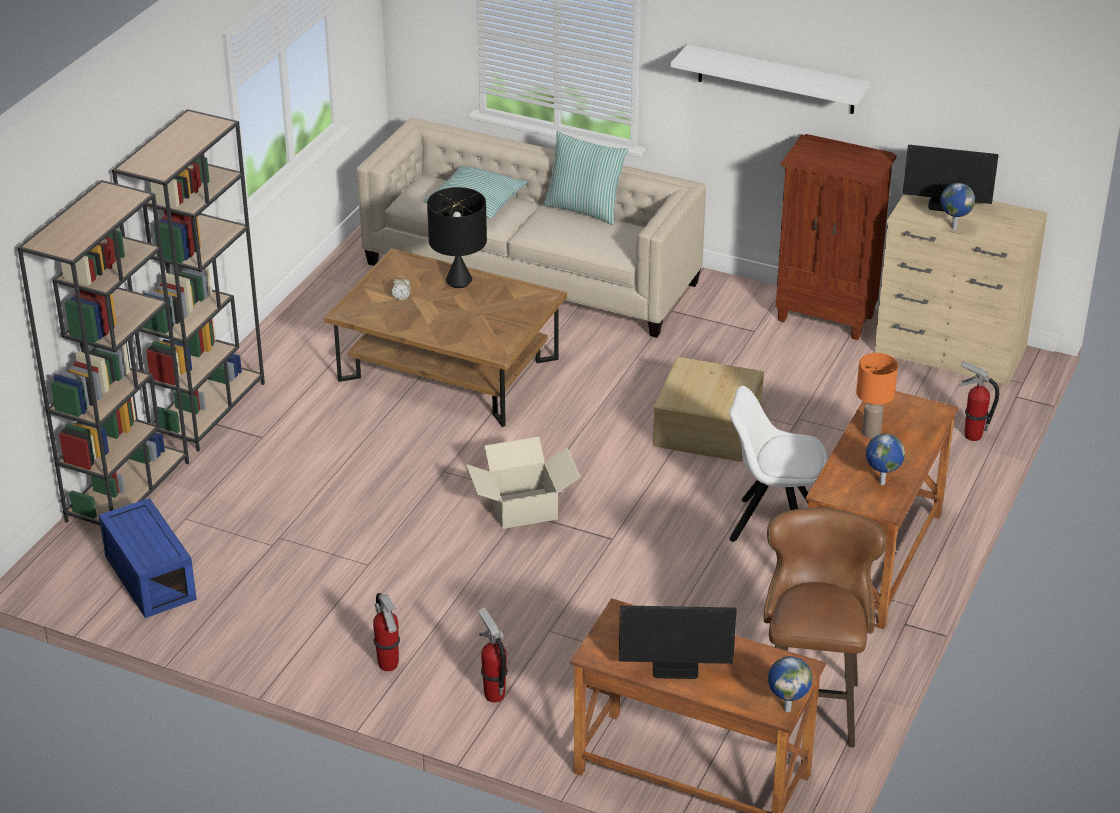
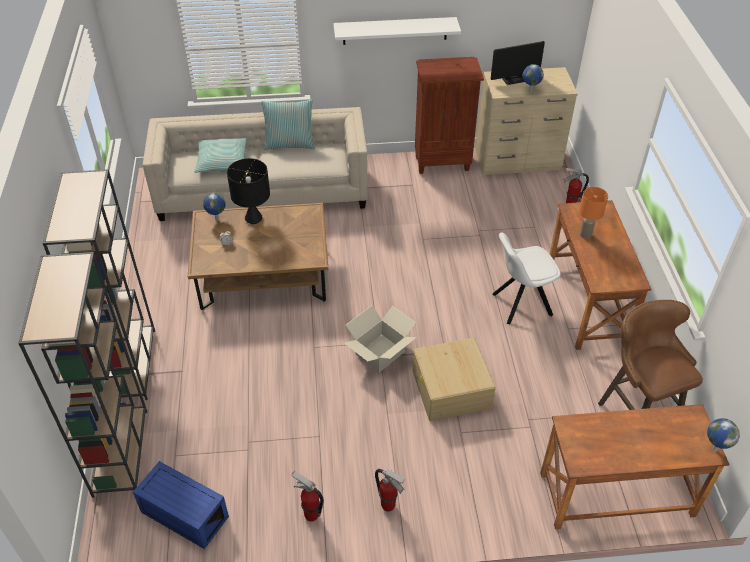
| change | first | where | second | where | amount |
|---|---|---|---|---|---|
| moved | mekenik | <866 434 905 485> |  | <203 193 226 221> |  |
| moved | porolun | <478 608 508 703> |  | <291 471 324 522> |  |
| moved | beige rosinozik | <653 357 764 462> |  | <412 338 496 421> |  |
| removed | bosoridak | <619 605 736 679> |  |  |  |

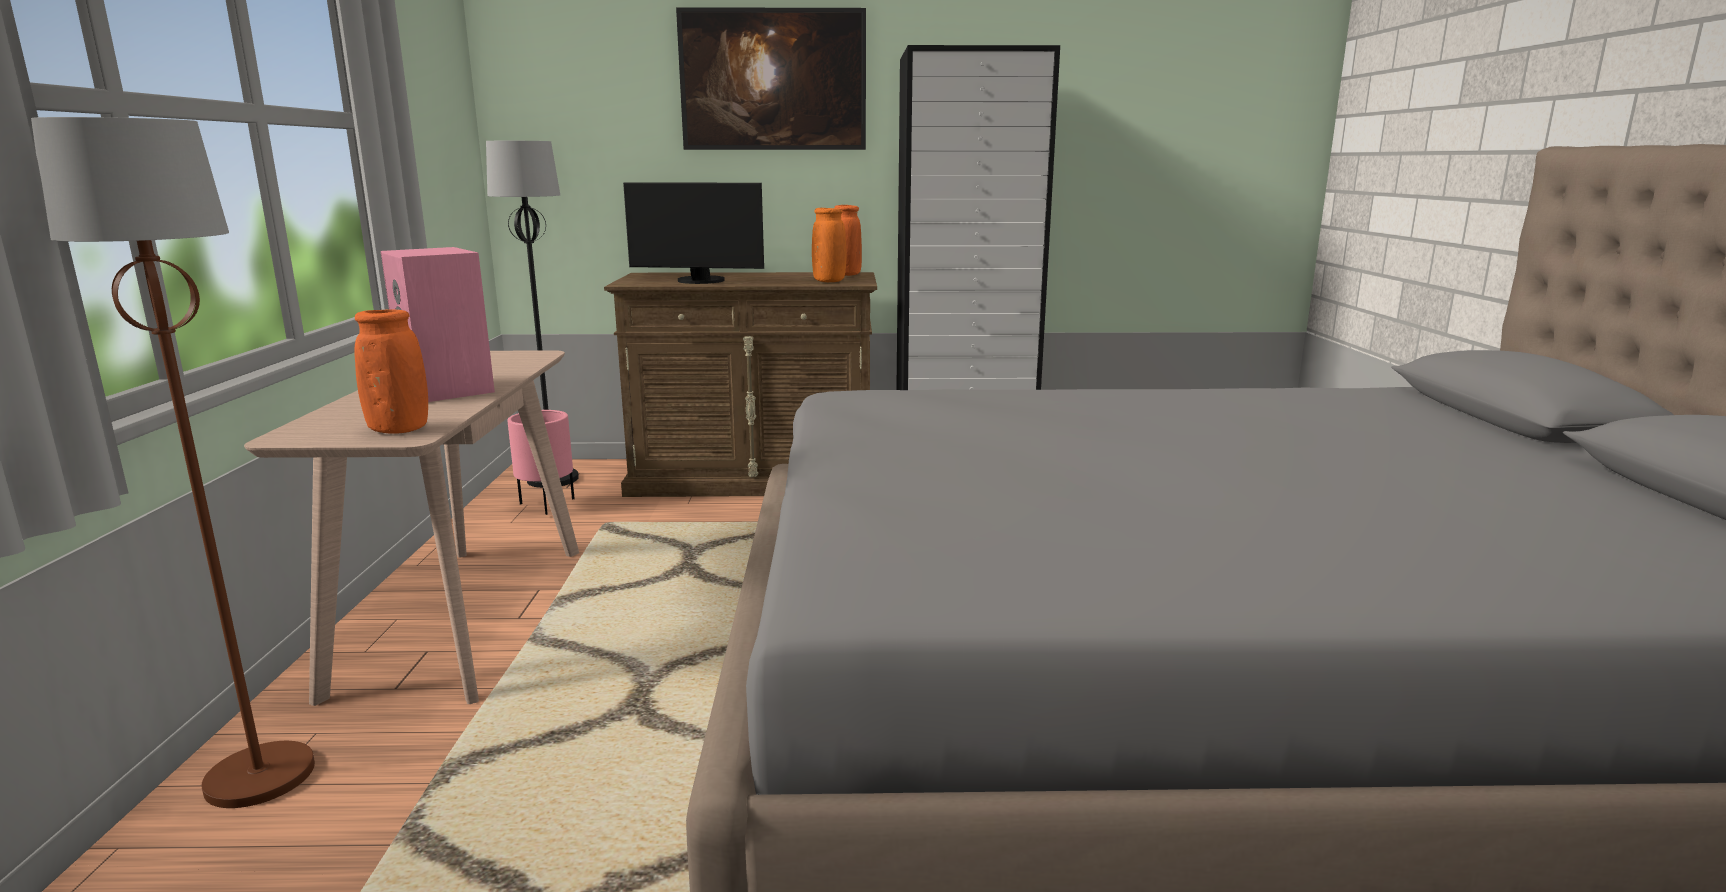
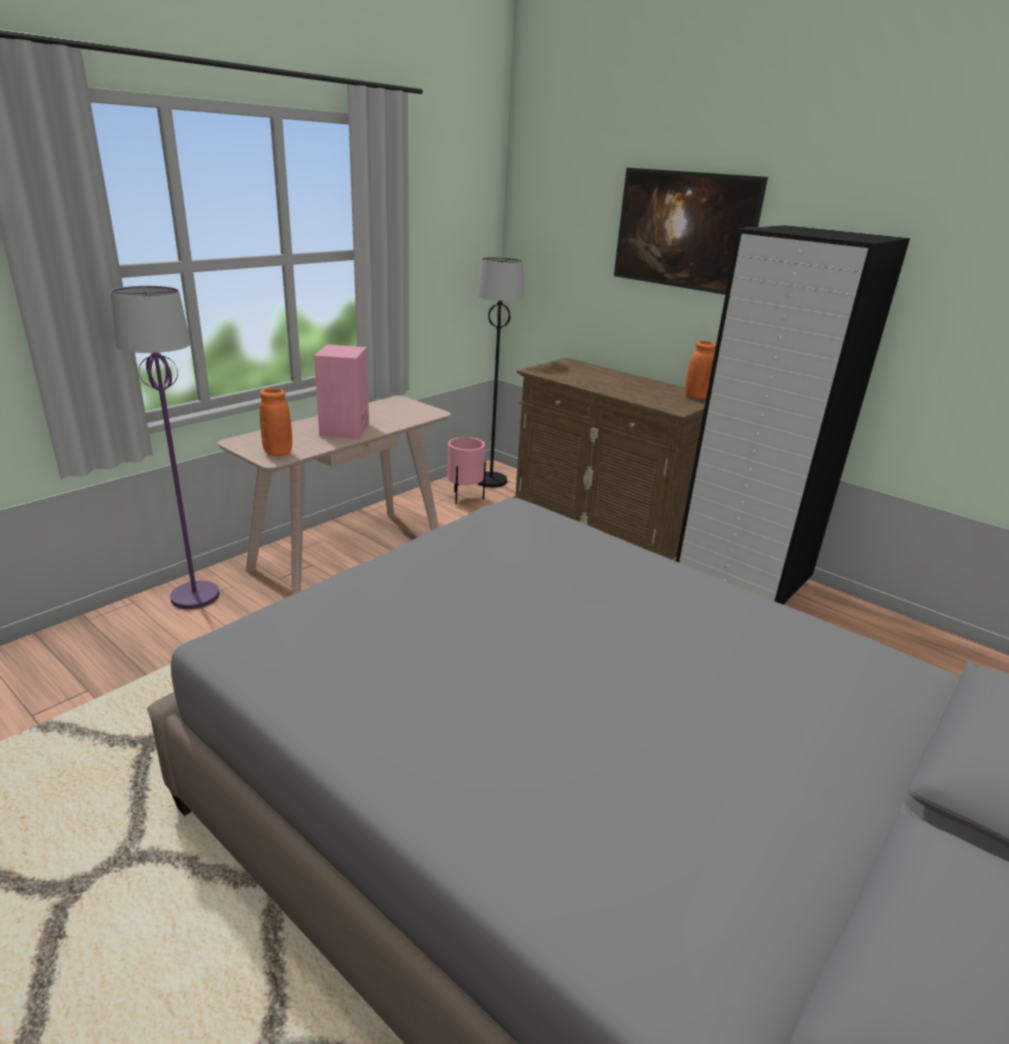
| change | first | where | second | where | amount |
|---|---|---|---|---|---|
| recoloured | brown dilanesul | <31 117 315 808> | purple dilanesul | <110 286 219 609> |  |
| removed | bosoridak | <623 182 764 284> |  |  |  |
| removed | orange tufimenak | <812 208 846 282> |  |  |  |

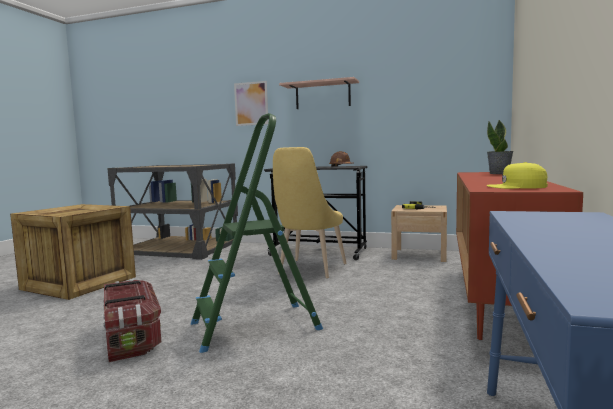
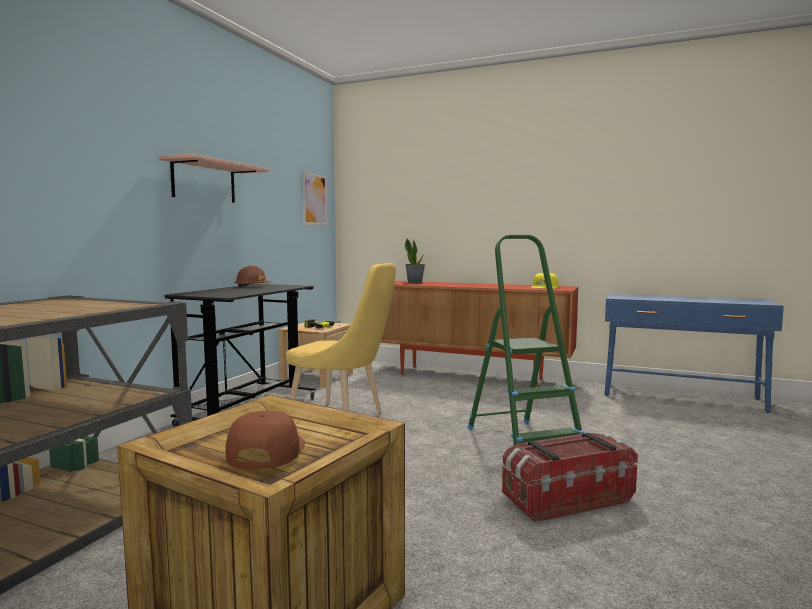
| change | first | where | second | where | amount |
|---|---|---|---|---|---|
| added |  |  | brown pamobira | <226 411 305 469> |  |
| moved | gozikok | <234 81 268 126> |  | <302 172 327 225> |  |

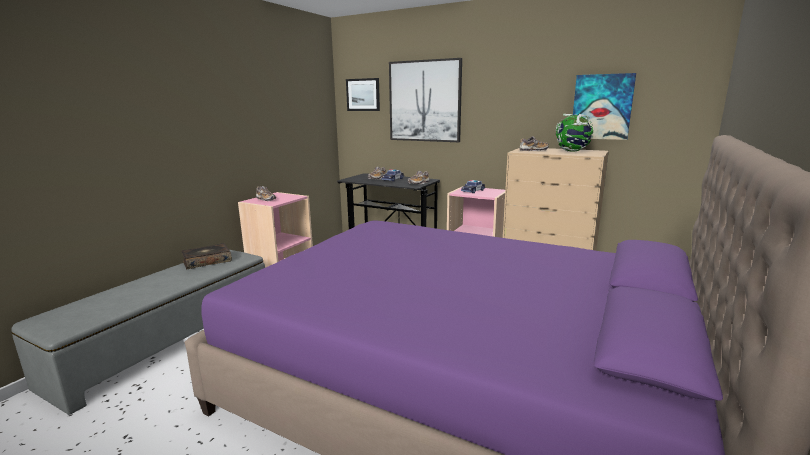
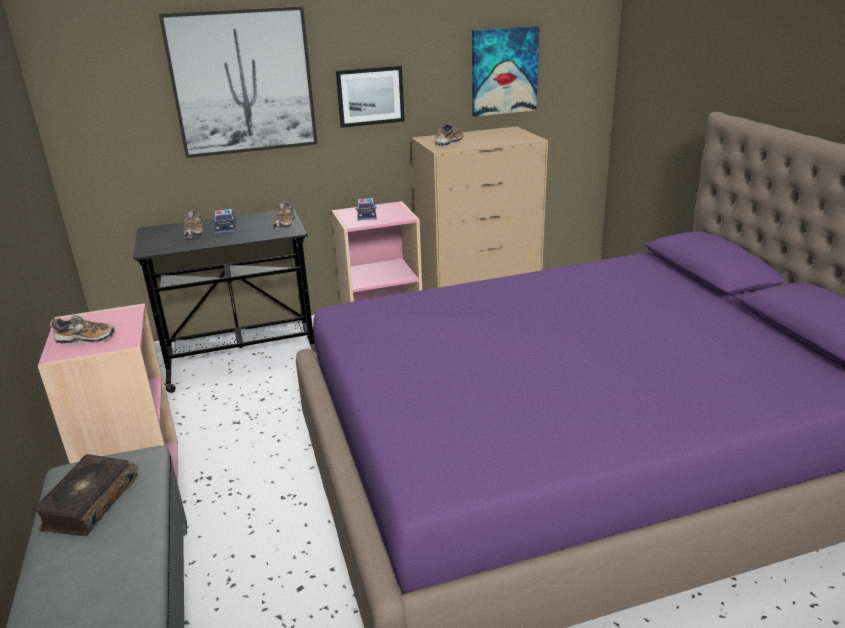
| change | first | where | second | where | amount |
|---|---|---|---|---|---|
| moved | gozikok | <346 78 380 111> |  | <336 66 405 128> |  |
| removed | mekenik | <556 114 593 152> |  |  |  |

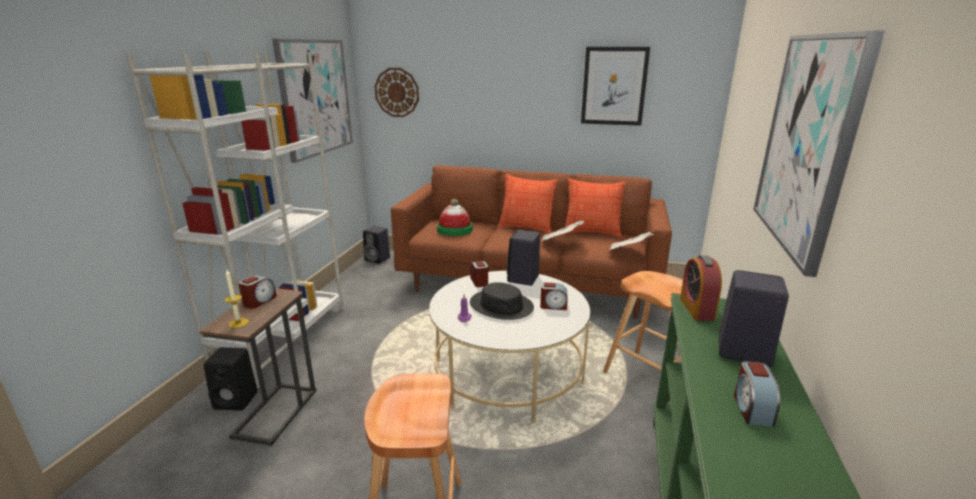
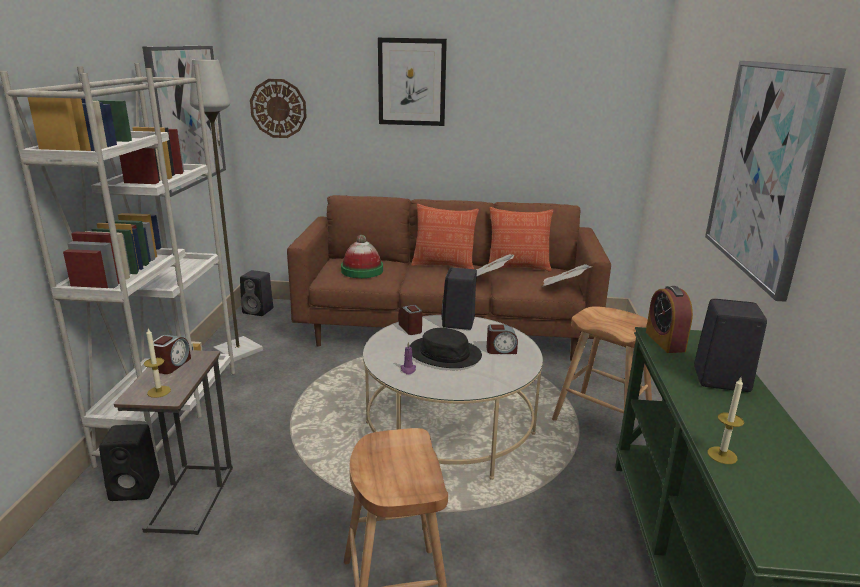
| change | first | where | second | where | amount |
|---|---|---|---|---|---|
| added |  |  | grey dilanesul | <190 59 263 362> |  |
| moved | gozikok | <581 47 650 126> |  | <378 38 447 126> |  |
| added |  |  | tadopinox | <707 378 744 464> |  |
| removed | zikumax | <734 361 781 427> |  |  |  |

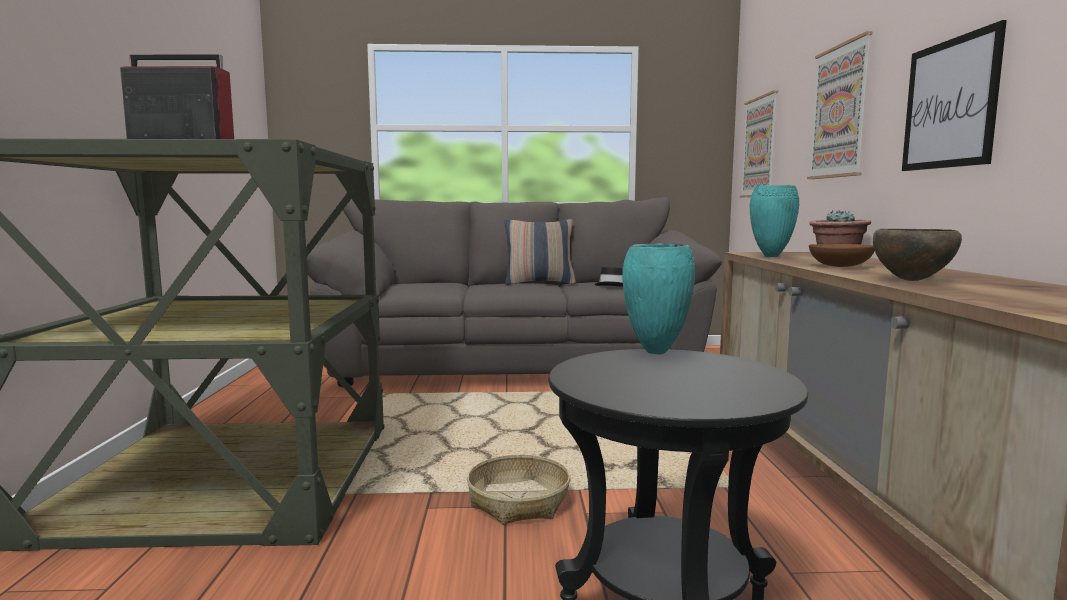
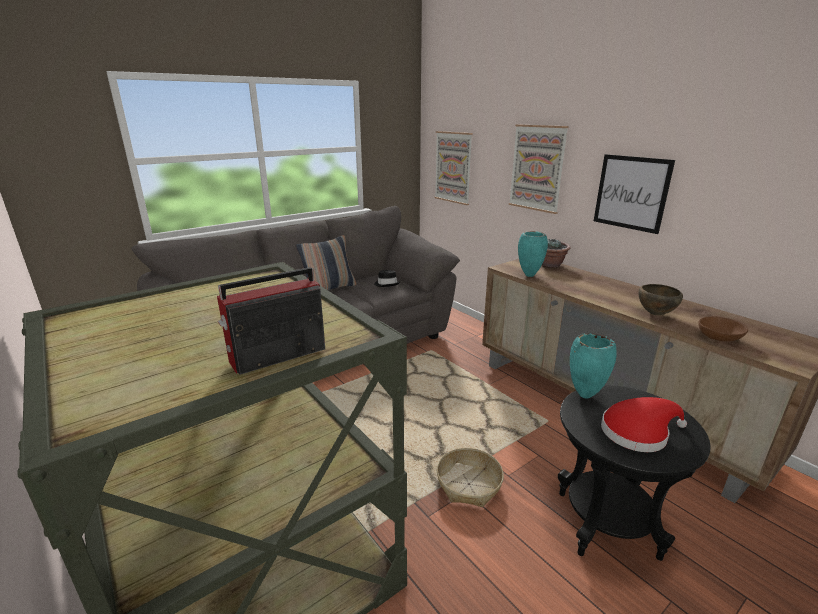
| change | first | where | second | where | amount |
|---|---|---|---|---|---|
| added |  |  | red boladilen | <601 397 687 452> |  |
| moved | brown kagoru | <809 244 875 267> |  | <698 316 748 341> |  |

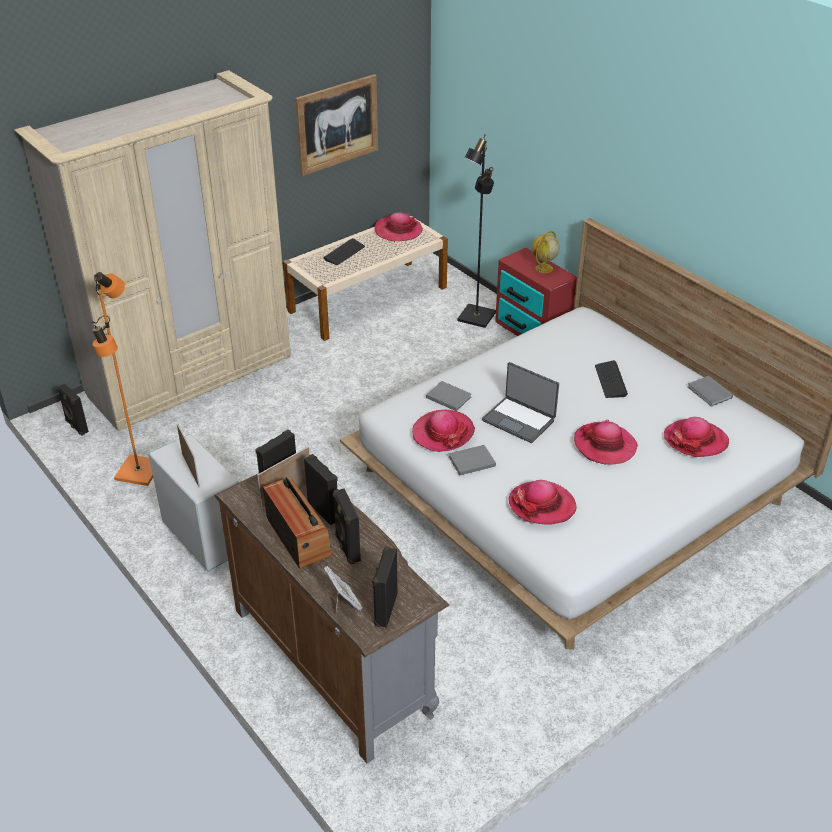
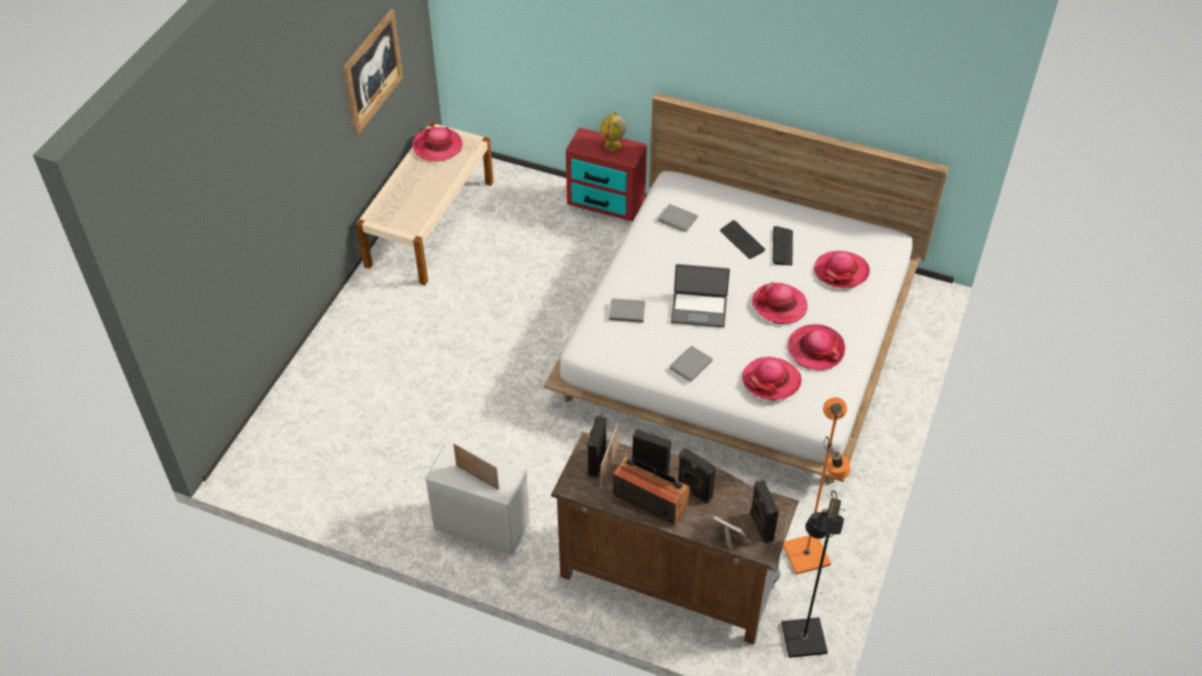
| change | first | where | second | where | amount |
|---|---|---|---|---|---|
| moved | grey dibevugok | <688 376 733 407> |  | <658 204 697 232> |  |
| moved | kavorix | <323 238 365 265> |  | <773 226 793 266> |  |
| moved | black dilanesul | <457 134 496 328> |  | <781 490 845 658> |  |
| moved | orange dilanesul | <91 272 153 486> |  | <783 397 850 575> |  |
| moved | boladilen | <412 410 475 452> |  | <788 324 845 370> |  |
| removed | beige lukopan | <14 70 291 431> |  |  |  |
| removed | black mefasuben | <57 383 89 436> |  |  |  |

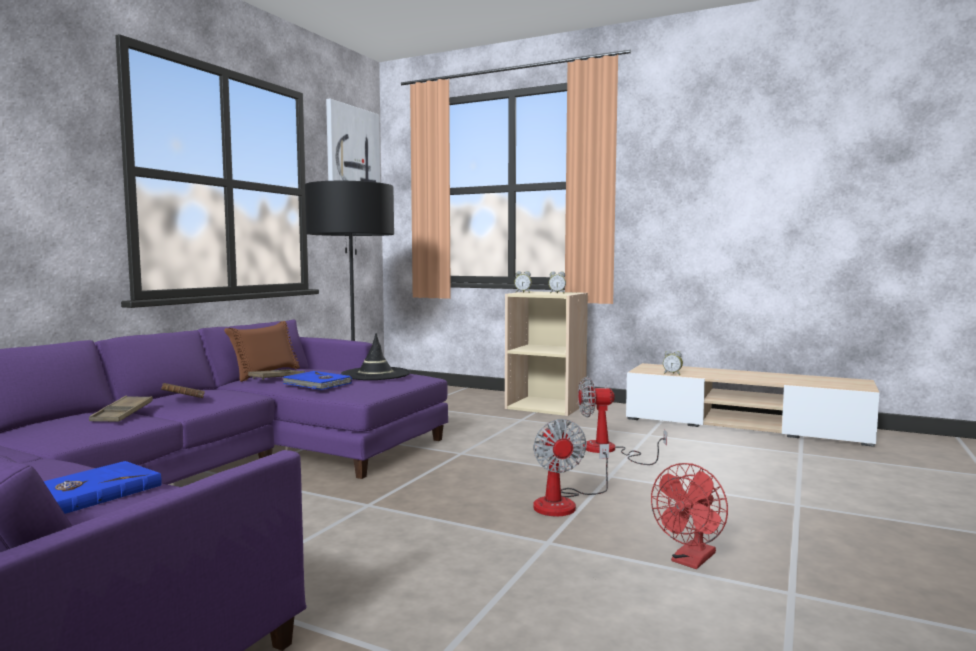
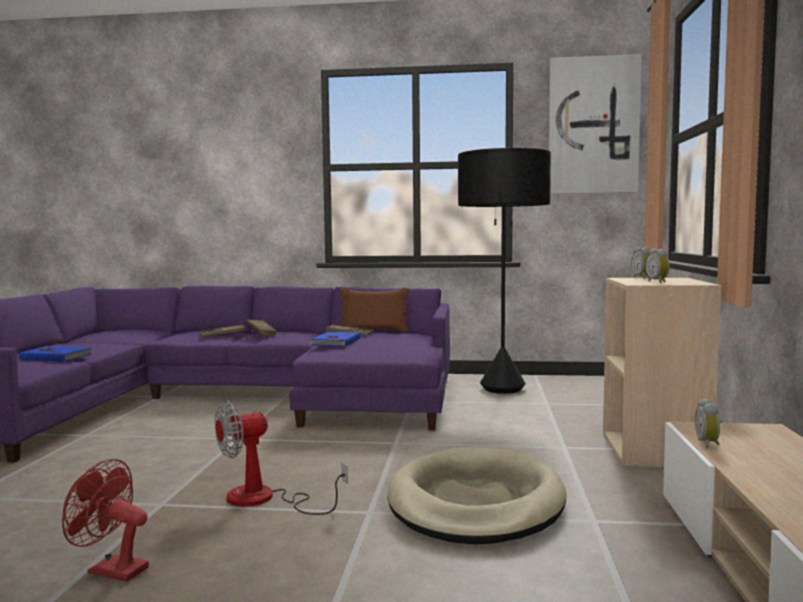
| change | first | where | second | where | amount |
|---|---|---|---|---|---|
| replaced | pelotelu | <578 377 667 465> | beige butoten | <388 447 566 544> |  |
| removed | black boladilen | <341 333 410 380> |  |  |  |

